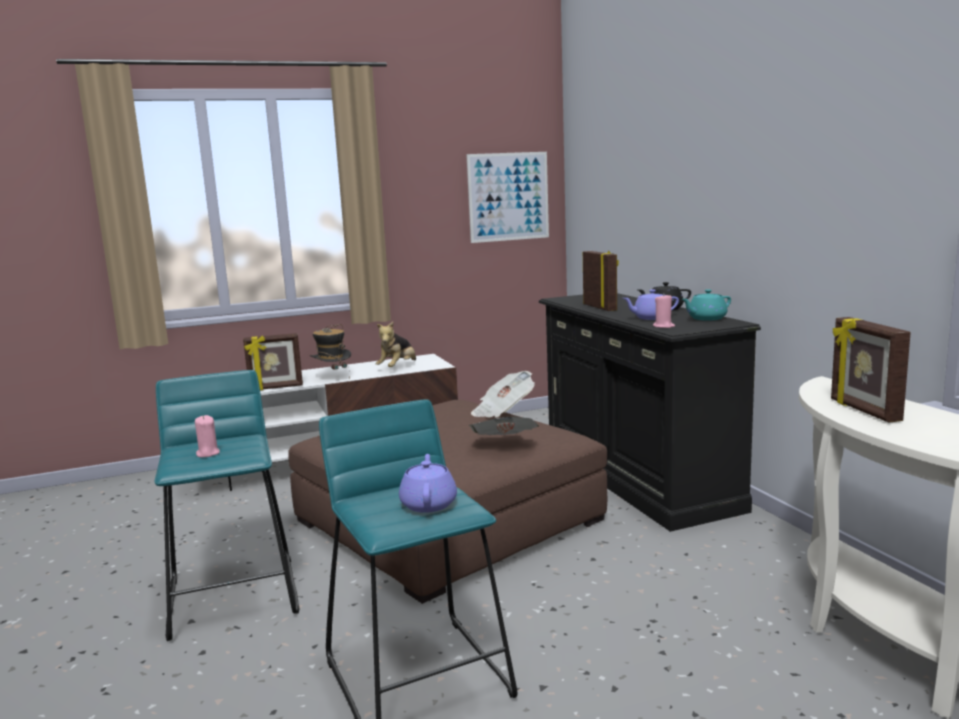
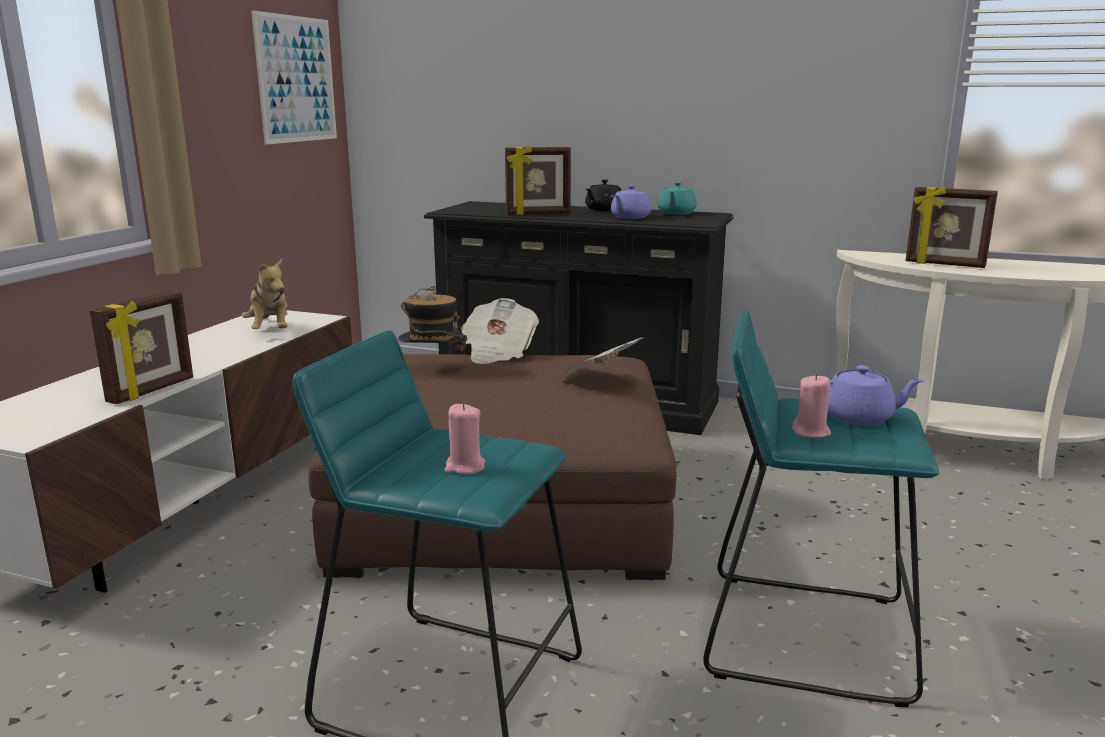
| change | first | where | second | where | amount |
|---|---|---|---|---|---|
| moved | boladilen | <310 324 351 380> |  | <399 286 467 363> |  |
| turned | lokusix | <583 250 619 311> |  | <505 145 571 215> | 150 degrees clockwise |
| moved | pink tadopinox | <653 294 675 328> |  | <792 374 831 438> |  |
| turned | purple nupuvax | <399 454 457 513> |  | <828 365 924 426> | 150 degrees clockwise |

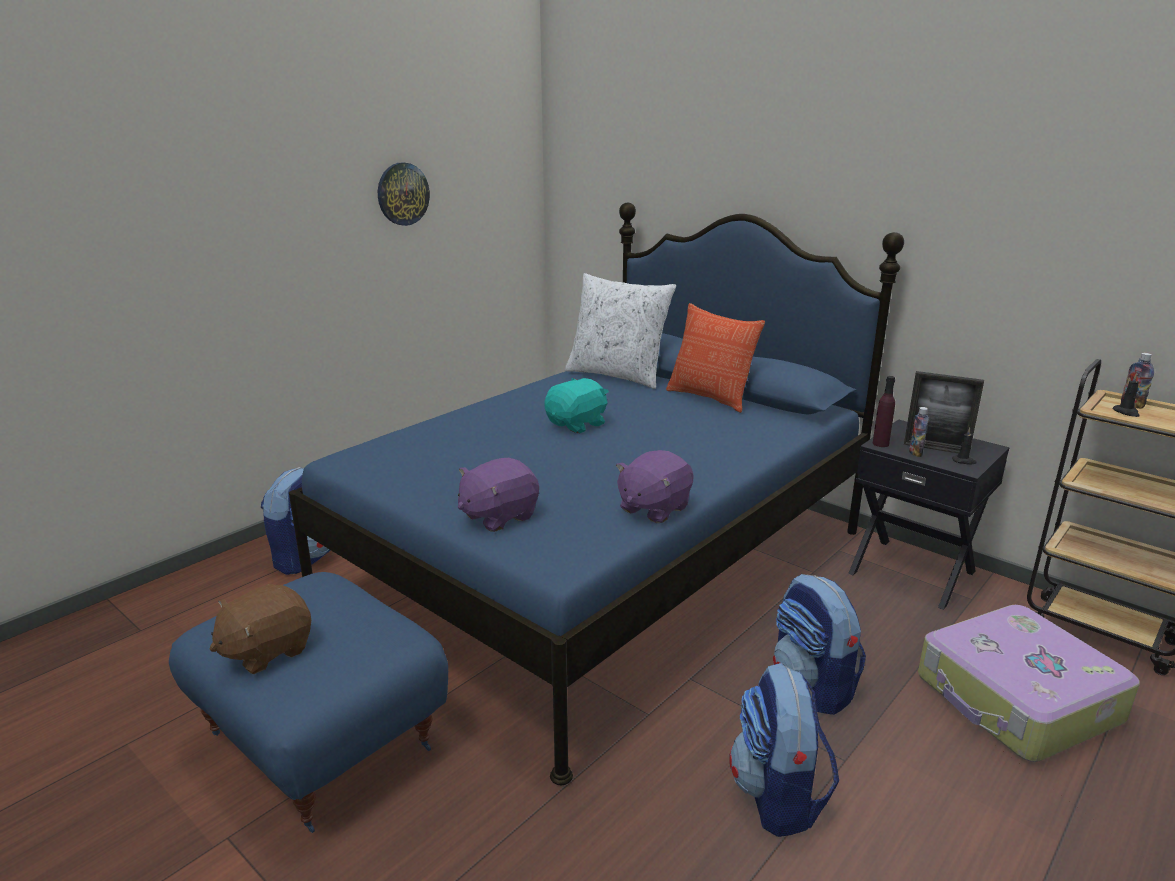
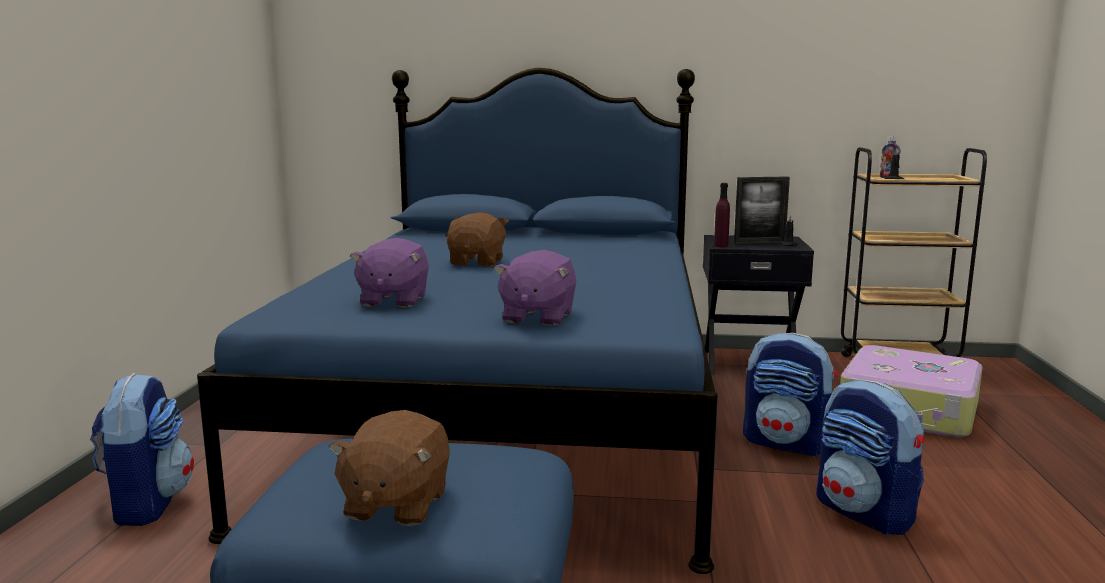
| change | first | where | second | where | amount |
|---|---|---|---|---|---|
| moved | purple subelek | <616 450 694 523> |  | <350 238 429 307> |  |
| recoloured | turquoise subelek | <544 378 609 433> | brown subelek | <447 212 509 266> |  |
| removed | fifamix | <378 162 430 226> |  |  |  |
| removed | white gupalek | <565 273 676 389> |  |  |  |
| removed | orange gupalek | <666 303 765 413> |  |  |  |
| removed | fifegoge | <909 407 929 457> |  |  |  |

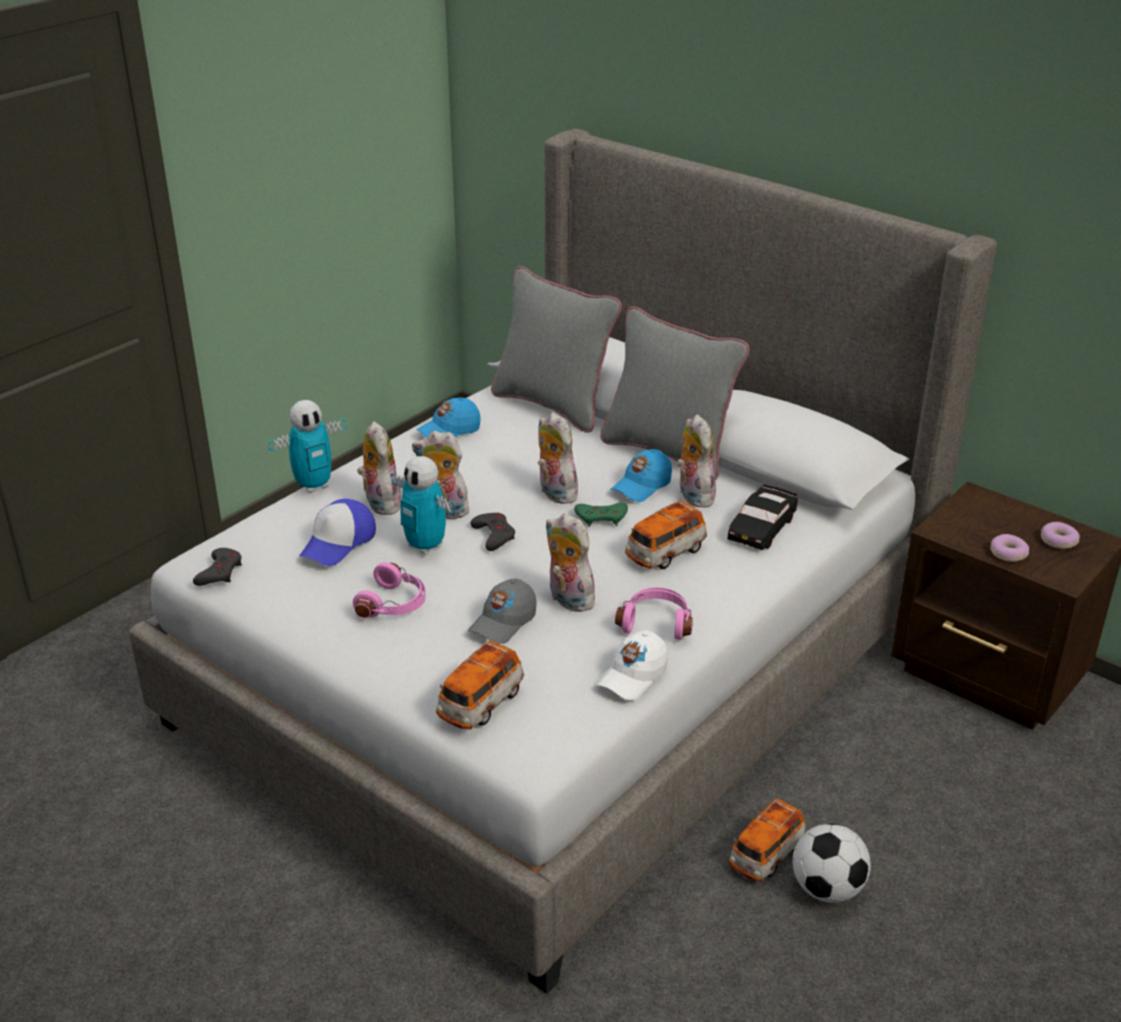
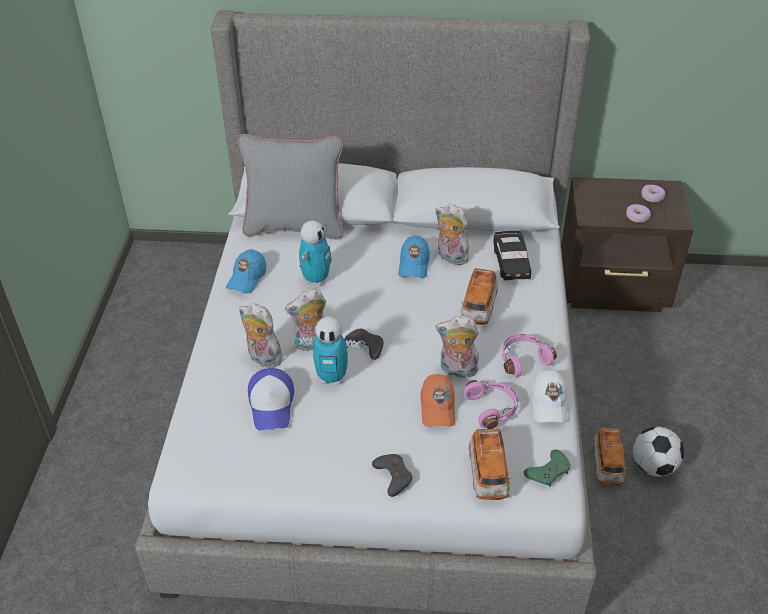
| change | first | where | second | where | amount |
|---|---|---|---|---|---|
| moved | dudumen | <268 400 347 493> |  | <299 221 332 286> |  |
| moved | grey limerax | <193 548 242 586> |  | <372 454 412 497> |  |
| recoloured | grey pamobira | <468 579 537 644> | orange pamobira | <420 374 456 427> |  |
| moved | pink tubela | <353 562 426 618> |  | <464 380 518 429> |  |
| moved | green limerax | <574 503 628 527> |  | <524 449 570 487> |  |
| removed | subelek | <538 412 578 504> |  |  |  |
| removed | grey gupalek | <600 306 749 481> |  |  |  |

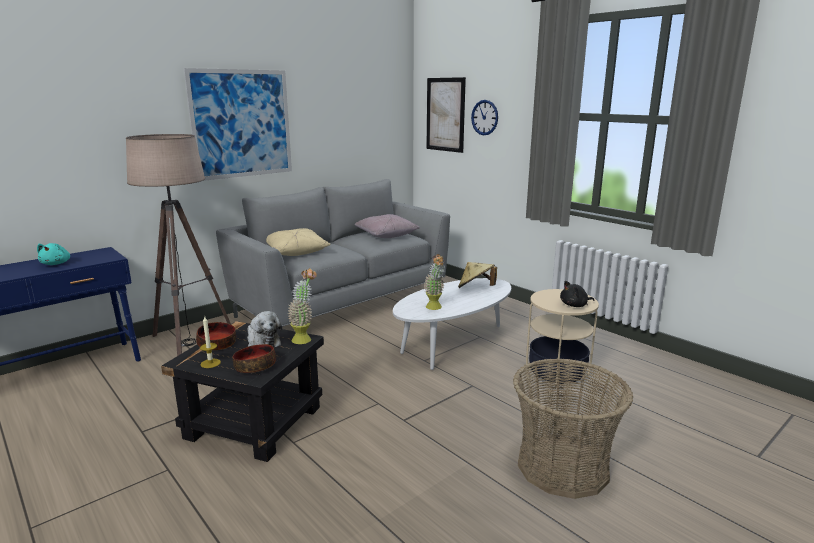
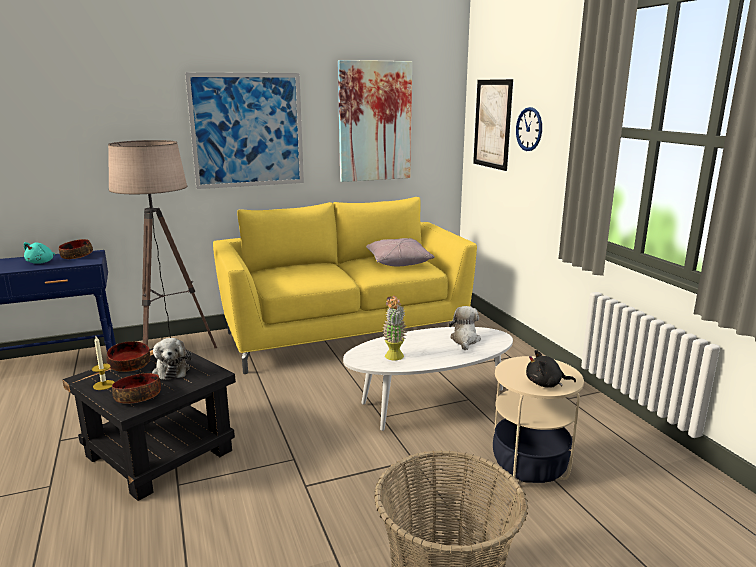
| change | first | where | second | where | amount |
|---|---|---|---|---|---|
| added |  |  | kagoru | <59 239 93 259> |  |
| recoloured | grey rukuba | <216 179 450 327> | yellow rukuba | <213 197 477 374> |  |
| added |  |  | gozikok | <338 60 412 182> |  |
| replaced | beige boladilen | <458 262 497 288> | subelek | <449 306 481 350> |  |
| removed | beige gupalek | <266 228 330 256> |  |  |  |
| removed | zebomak | <288 268 317 344> |  |  |  |

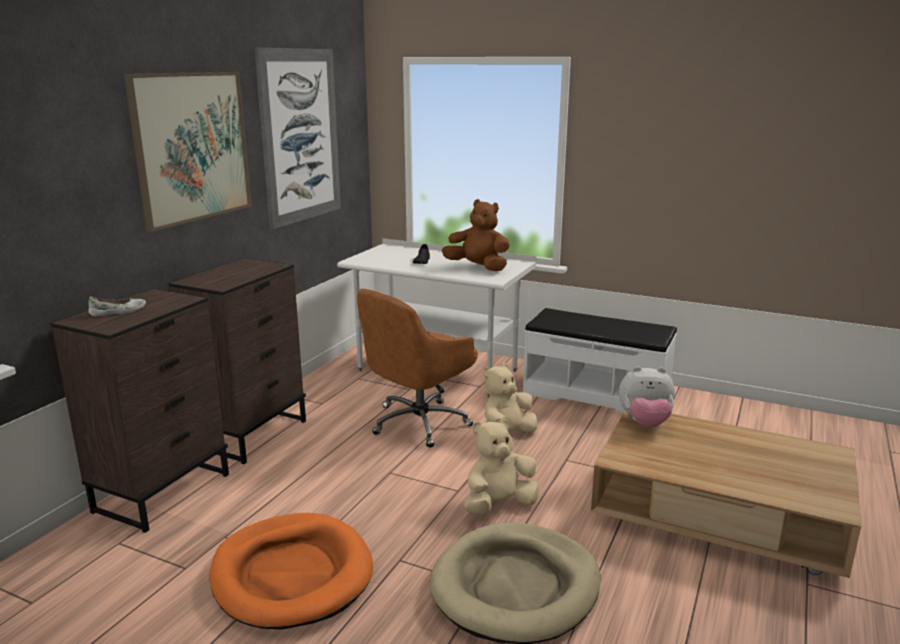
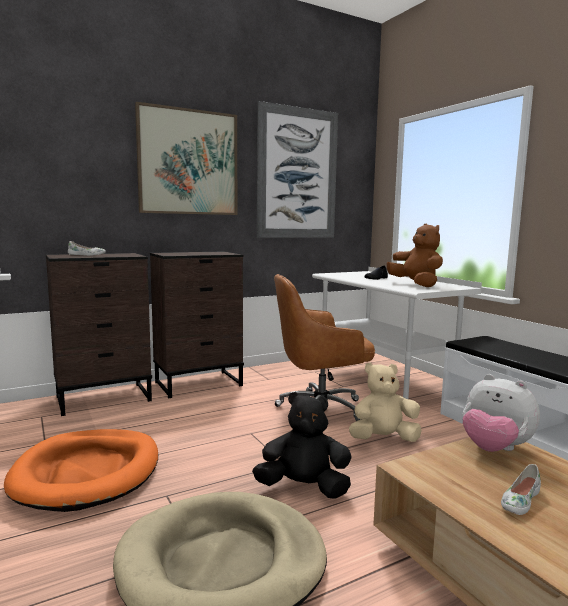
| change | first | where | second | where | amount |
|---|---|---|---|---|---|
| recoloured | beige subelek | <464 418 539 515> | black subelek | <252 392 351 499> |  |
| added |  |  | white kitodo | <501 464 541 515> |  |

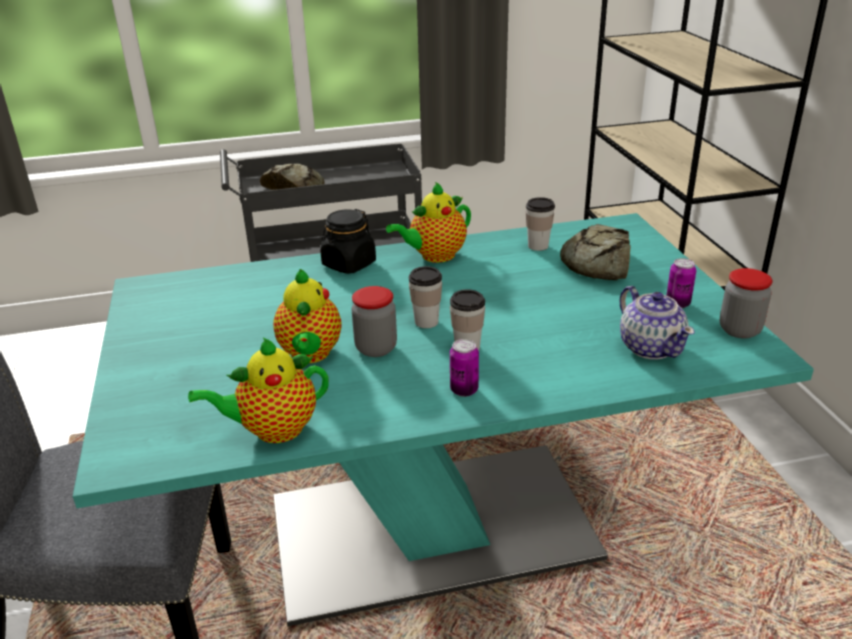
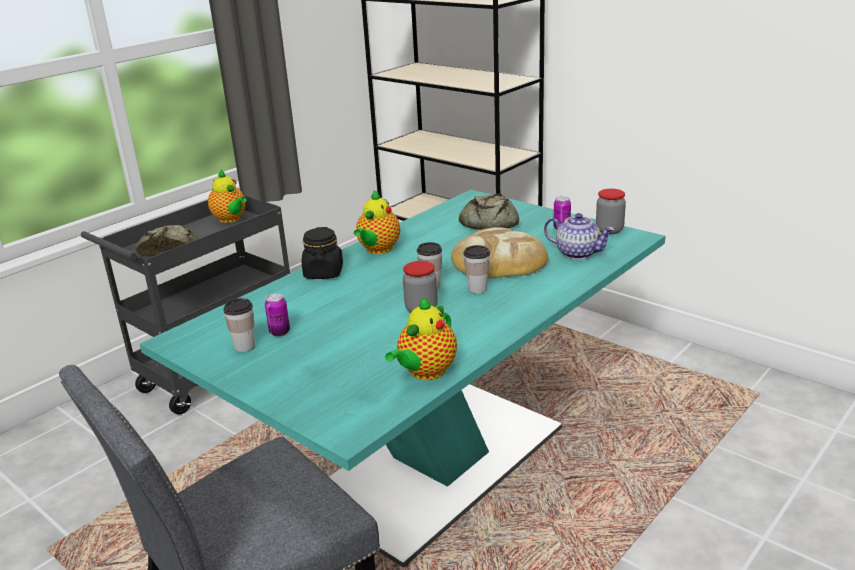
| change | first | where | second | where | amount |
|---|---|---|---|---|---|
| moved | nupuvax | <273 269 342 363> |  | <208 169 247 223> |  |
| moved | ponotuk | <526 197 555 251> |  | <223 298 255 352> |  |
| moved | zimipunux | <450 339 479 397> |  | <265 293 290 336> |  |
| added |  |  | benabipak | <451 227 548 278> |  |

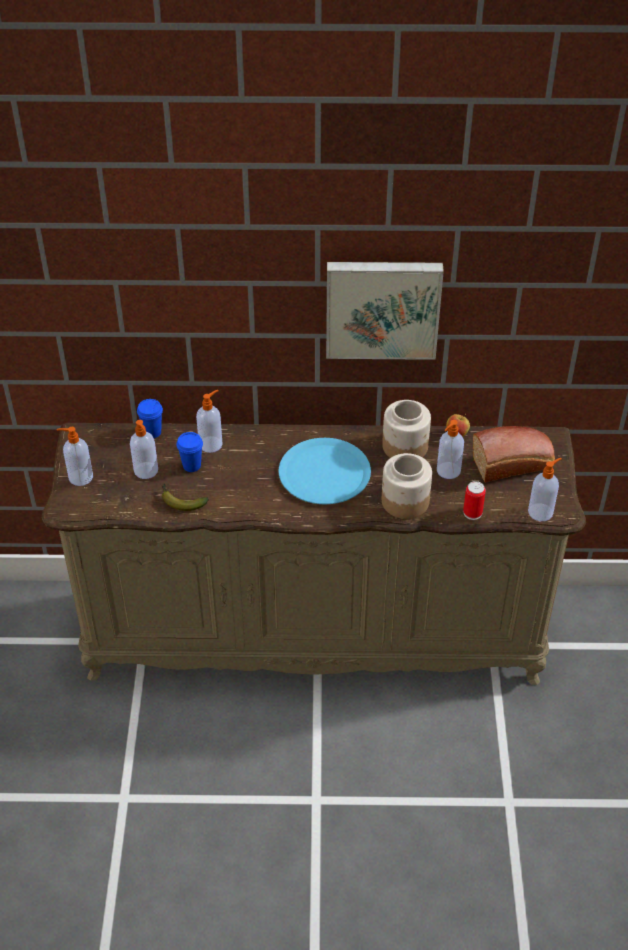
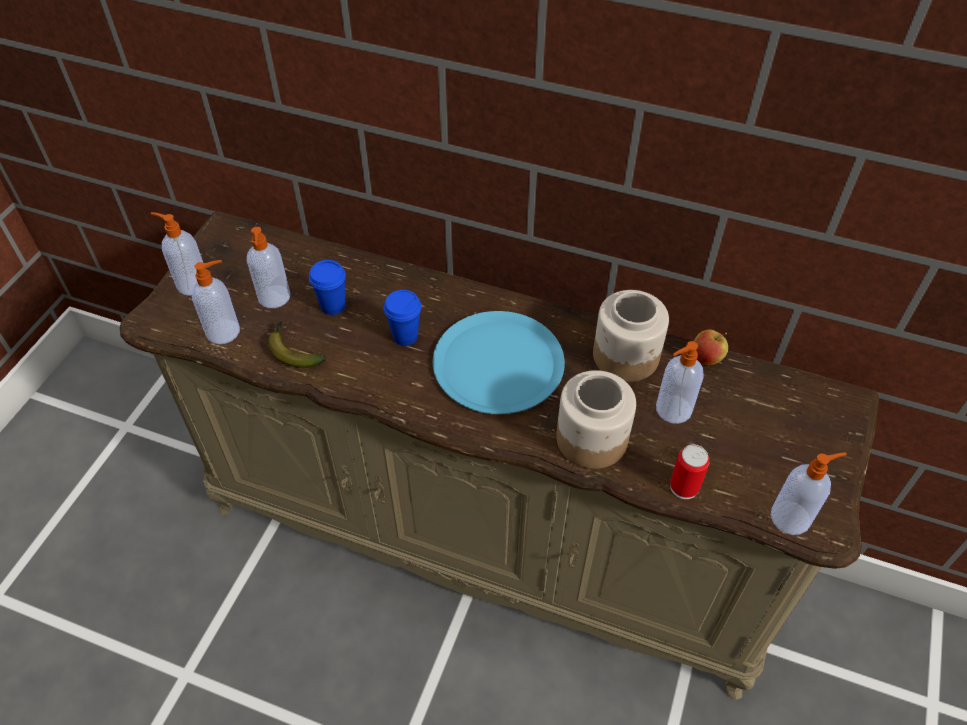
| change | first | where | second | where | amount |
|---|---|---|---|---|---|
| moved | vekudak | <196 390 223 453> |  | <192 260 240 344> |  |
| moved | blue ponotuk | <137 399 163 438> |  | <384 290 421 346> |  |
| removed | gozikok | <326 262 444 360> |  |  |  |
| removed | benabipak | <473 426 555 483> |  |  |  |

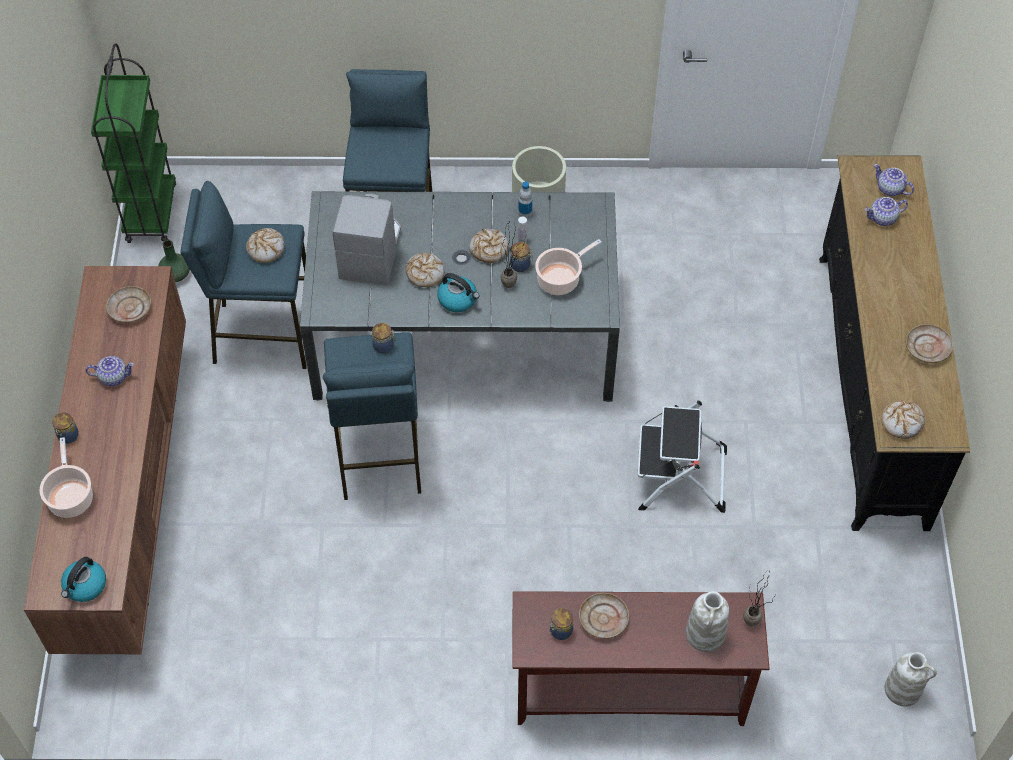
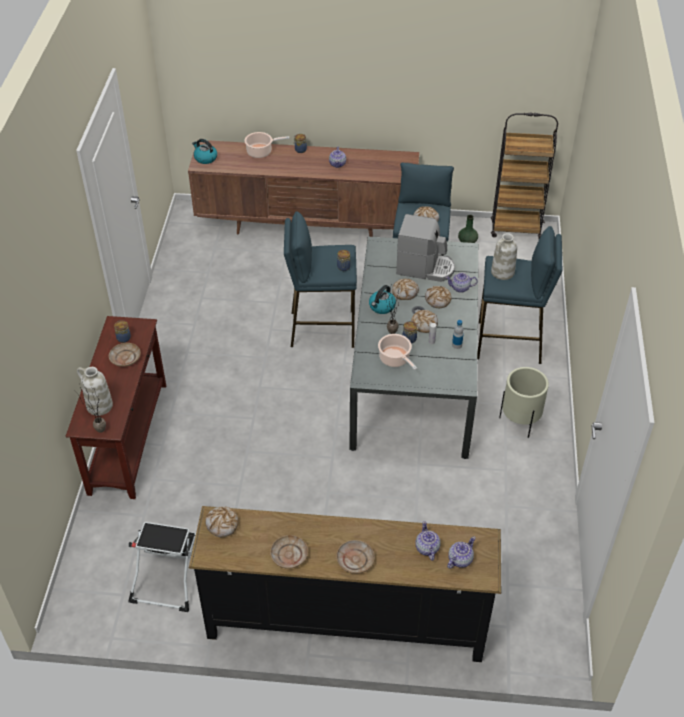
| change | first | where | second | where | amount |
|---|---|---|---|---|---|
| moved | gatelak | <638 401 727 513> |  | <128 522 196 612> |  |
| moved | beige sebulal | <106 286 151 323> |  | <336 540 375 574> |  |
| added |  |  | benabipak | <425 286 452 308> |  |
| added |  |  | nupuvax | <445 273 478 293> |  |
| recoloured | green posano | <91 43 177 243> | brown posano | <491 113 558 239> |  |
| moved | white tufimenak | <885 652 937 707> |  | <491 233 517 280> |  |

